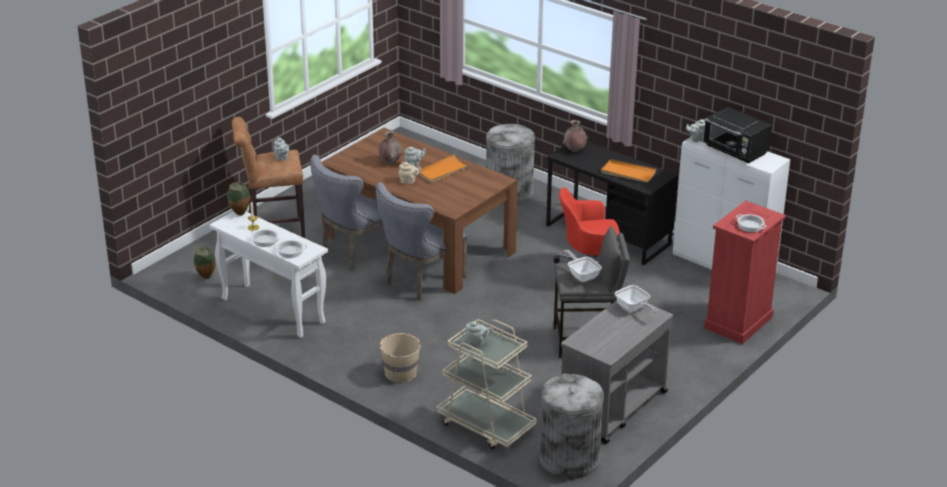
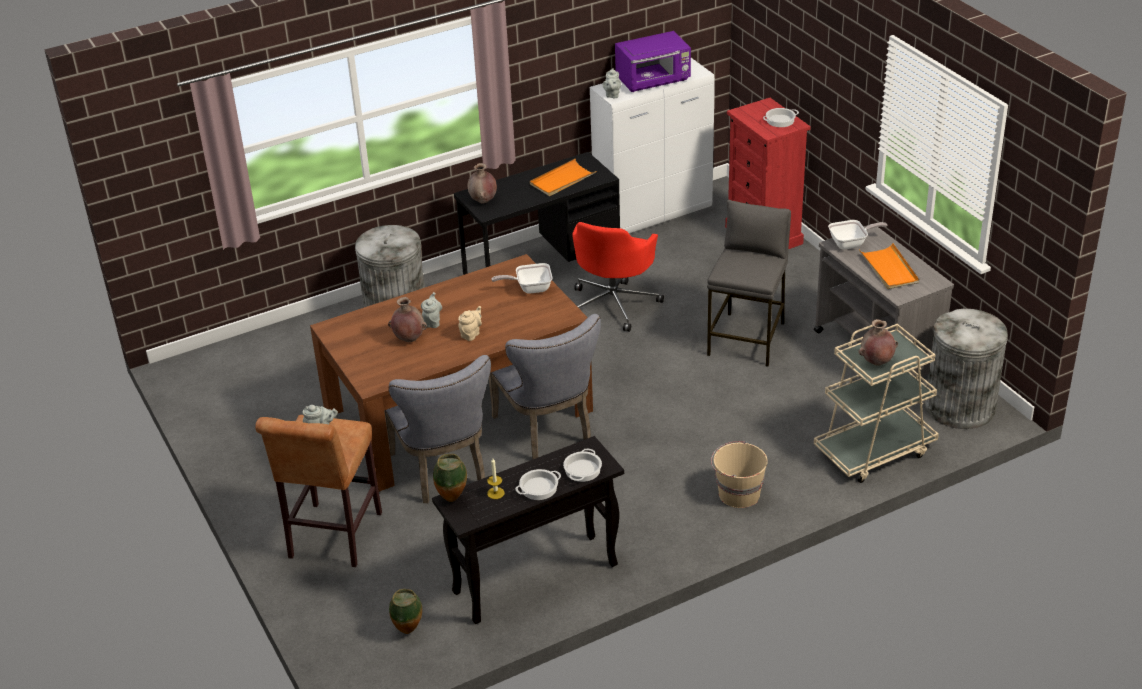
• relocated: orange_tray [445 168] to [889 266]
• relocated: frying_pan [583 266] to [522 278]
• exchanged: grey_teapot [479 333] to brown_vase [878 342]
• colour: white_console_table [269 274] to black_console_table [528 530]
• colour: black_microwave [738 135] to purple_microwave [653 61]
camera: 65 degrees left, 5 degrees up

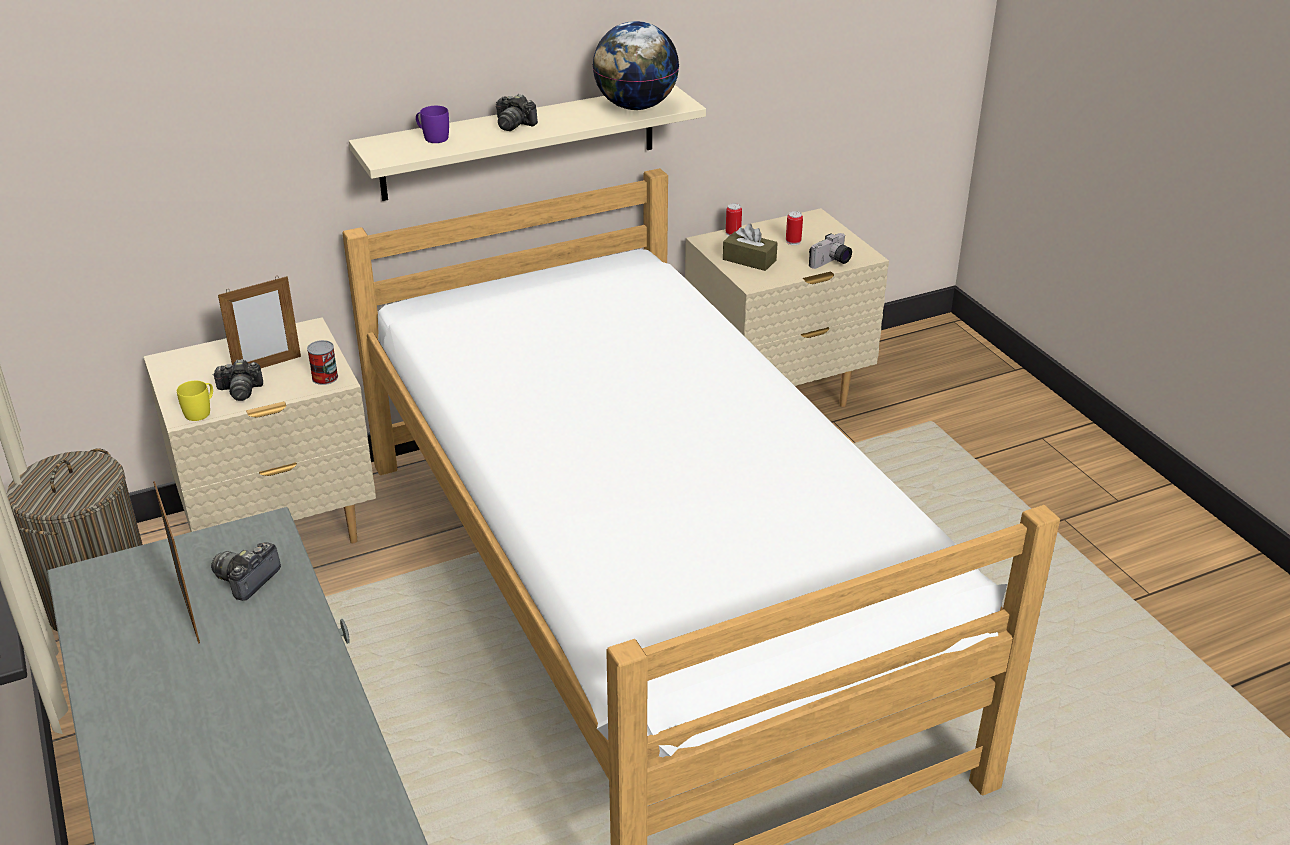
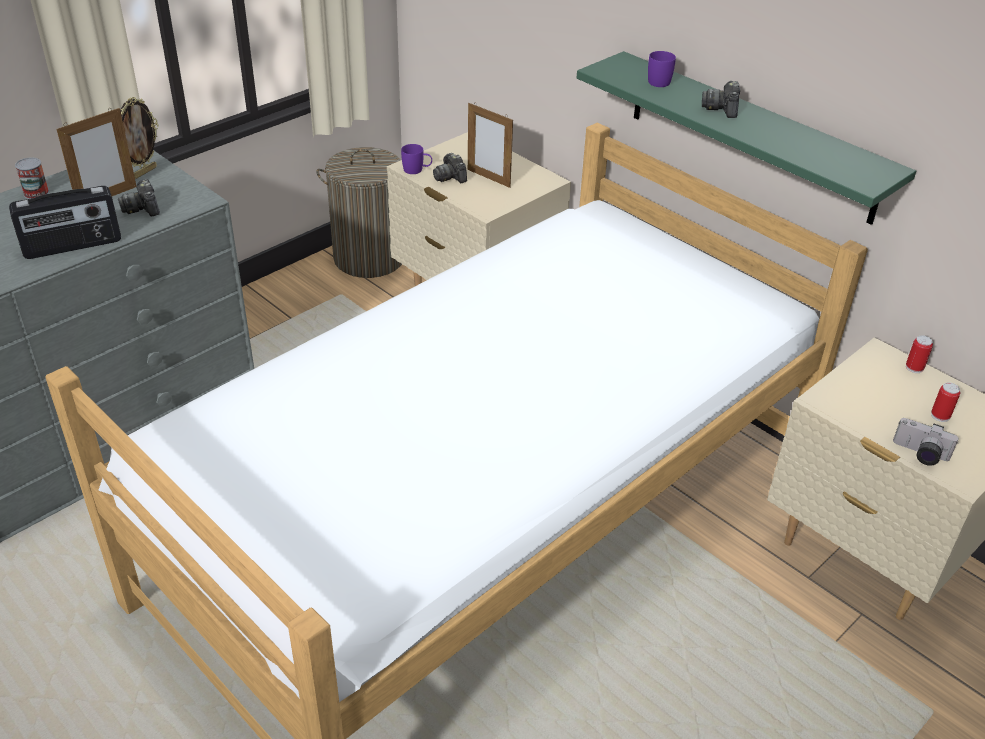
• missing: globe [635 65]
• missing: brown_tissue_box [750 247]
• appeared: radio [65 222]
• appeared: picture_frame [139 138]
• relocated: can [322 362] to [32 178]
• colour: yellow_mug [195 401] to purple_mug [416 159]
• colour: beige_shelf [527 143] to green_shelf [746 138]
• spun: photo_camera [246 571] = [139 198] 120 degrees counterclockwise
camera: 70 degrees right, 5 degrees up

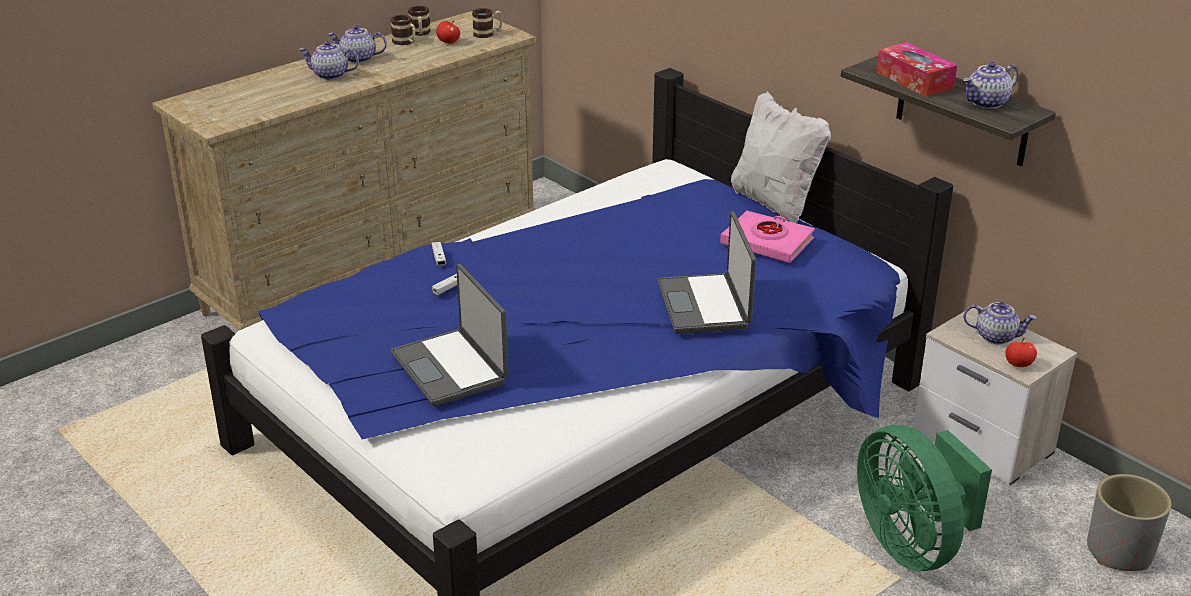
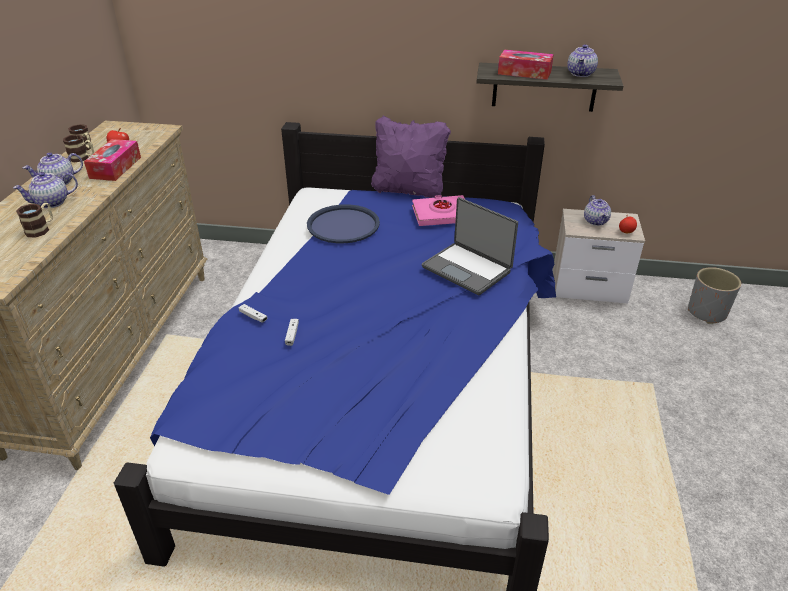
• missing: laptop [449 335]
• missing: green_fan [924 498]
• appeared: tissue_box [112 160]
• appeared: blue_tray [343 223]
• relocated: mug [487 23] to [34 220]
• colour: white_pillow [781 157] to purple_pillow [411 157]
• spun: teapot [999 323] = [597 210] 105 degrees clockwise
camera: 40 degrees left, 5 degrees up

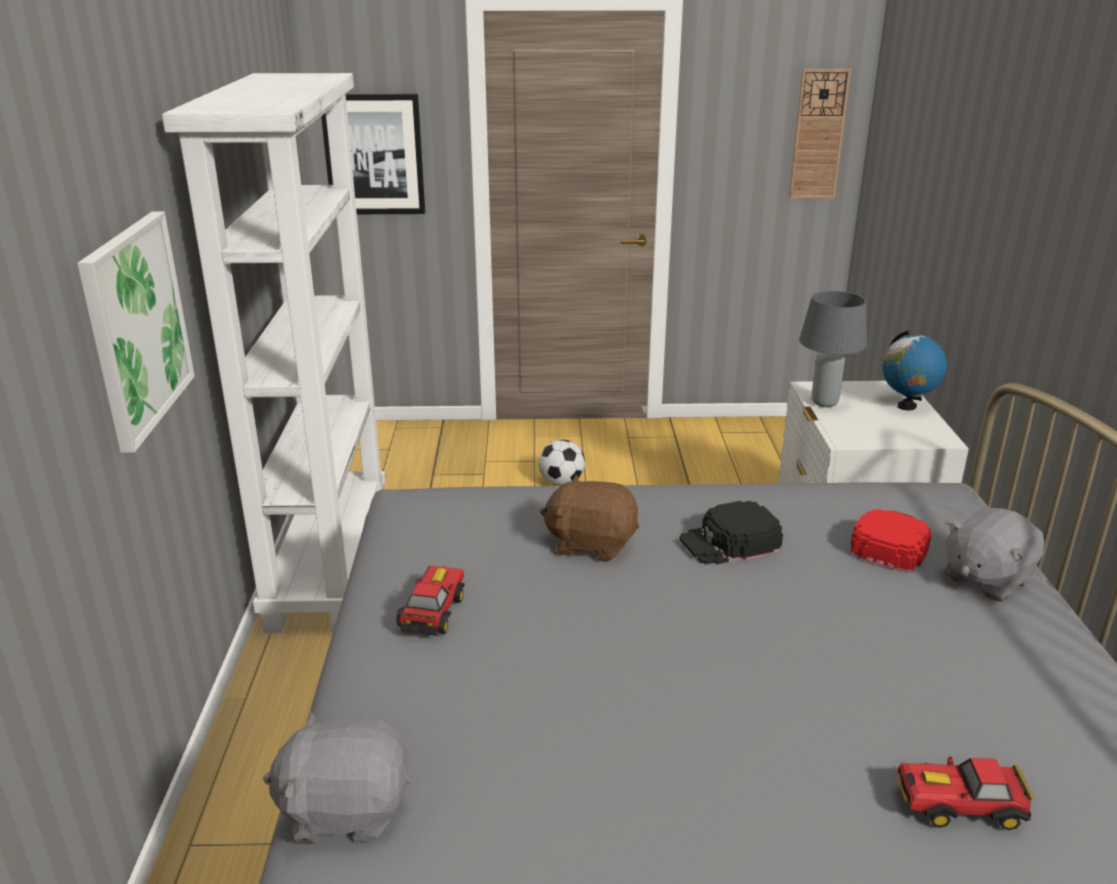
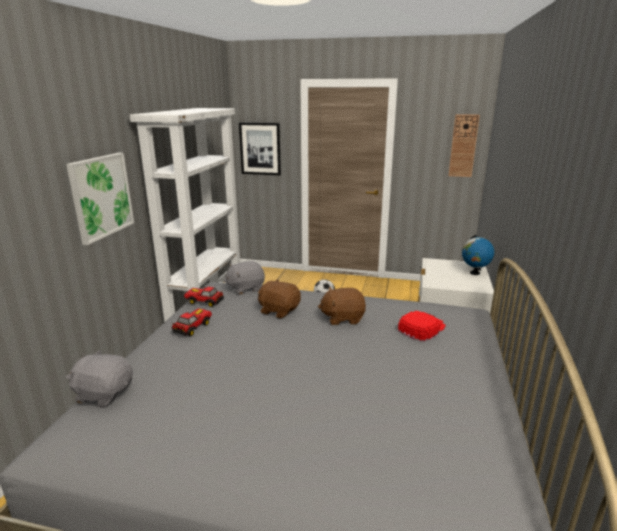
• missing: grey_table_lamp [833 348]
• relocated: toy_car [965 793] to [204 297]
• relocated: grey_plush_toy [994 555] to [244 277]
• exchanged: black_cap [731 533] to brown_plush_toy [342 306]
camera: 15 degrees right, 5 degrees down

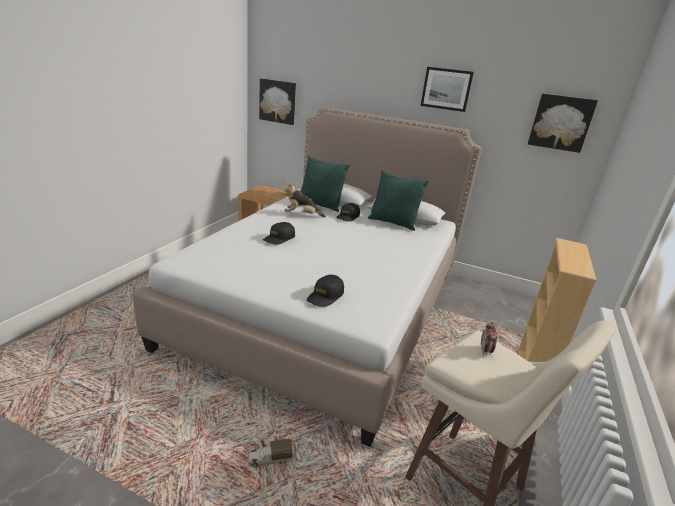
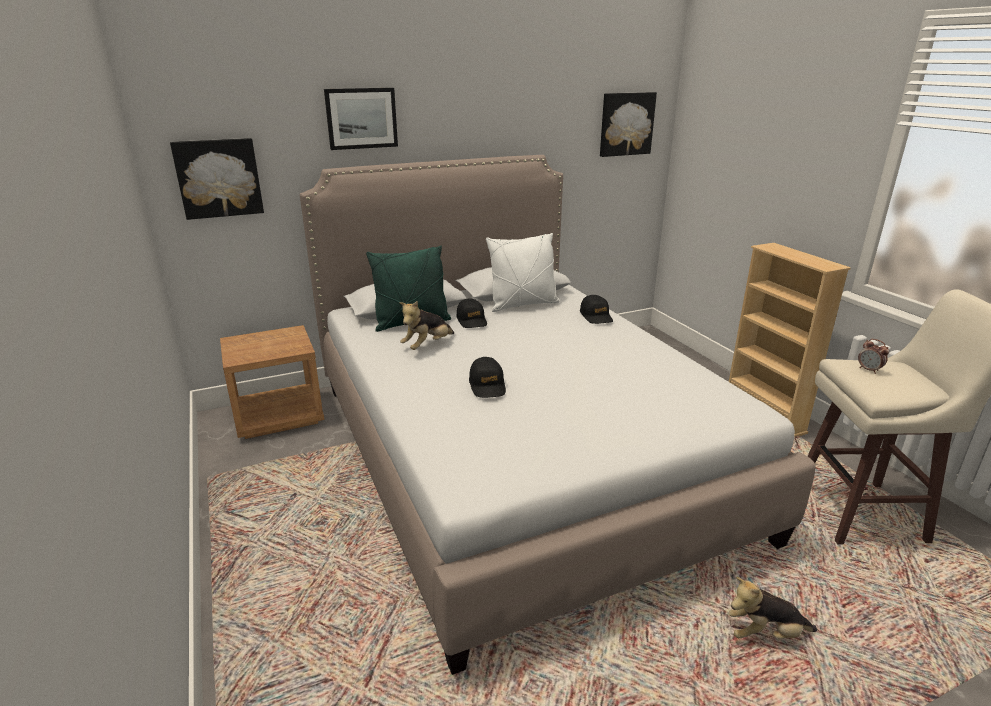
• relocated: black_cap [325 291] to [596 309]
• relocated: picture [447 89] to [361 119]
• exchanged: toy_truck [269 453] to plush_toy [772 608]
• colour: green_pillow [398 200] to white_pillow [523 272]
camera: 45 degrees left, 0 degrees up

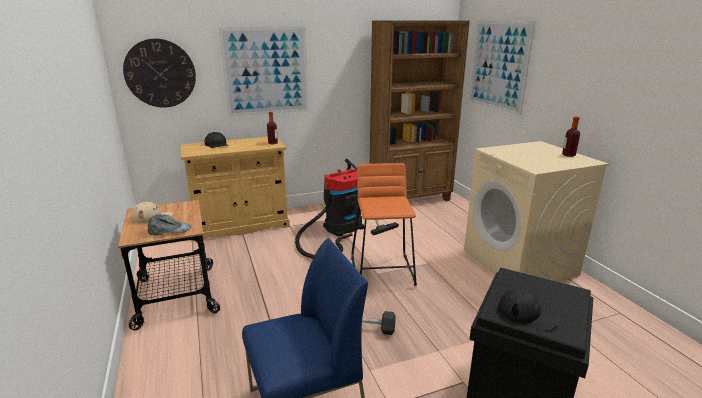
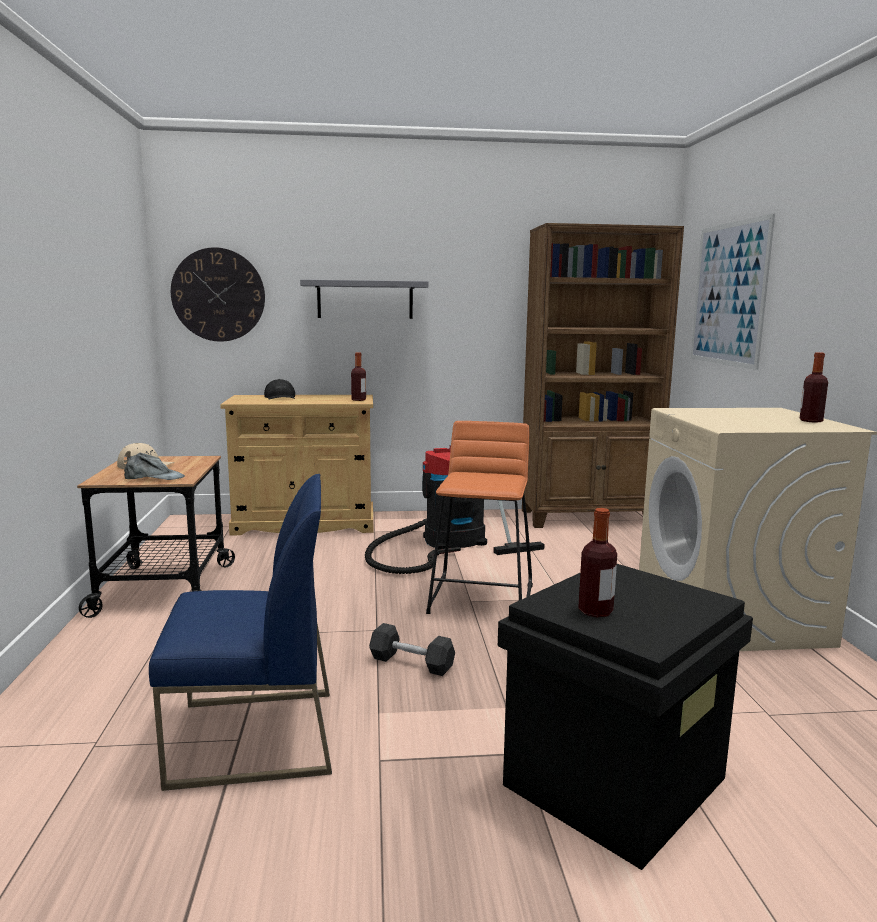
• exchanged: picture [264 72] to grey_shelf [364 299]
• exchanged: black_cap [528 309] to bottle [597 563]
camera: 15 degrees right, 10 degrees down

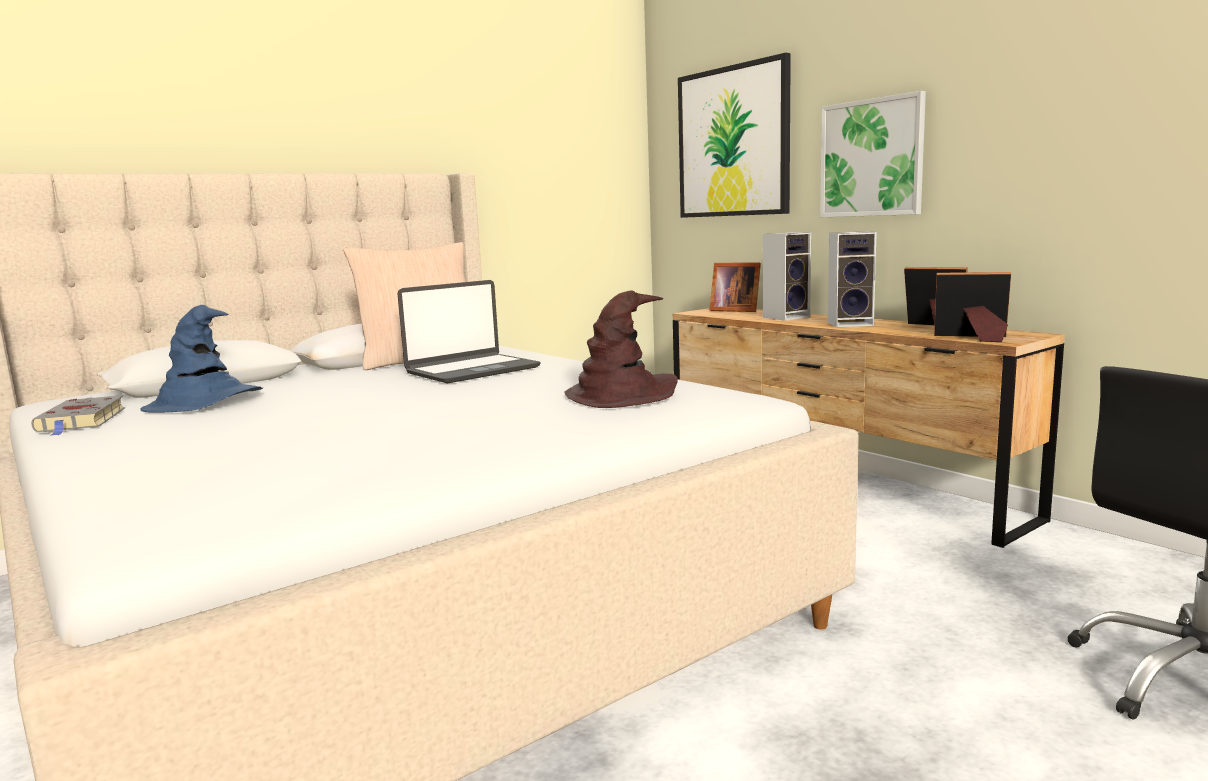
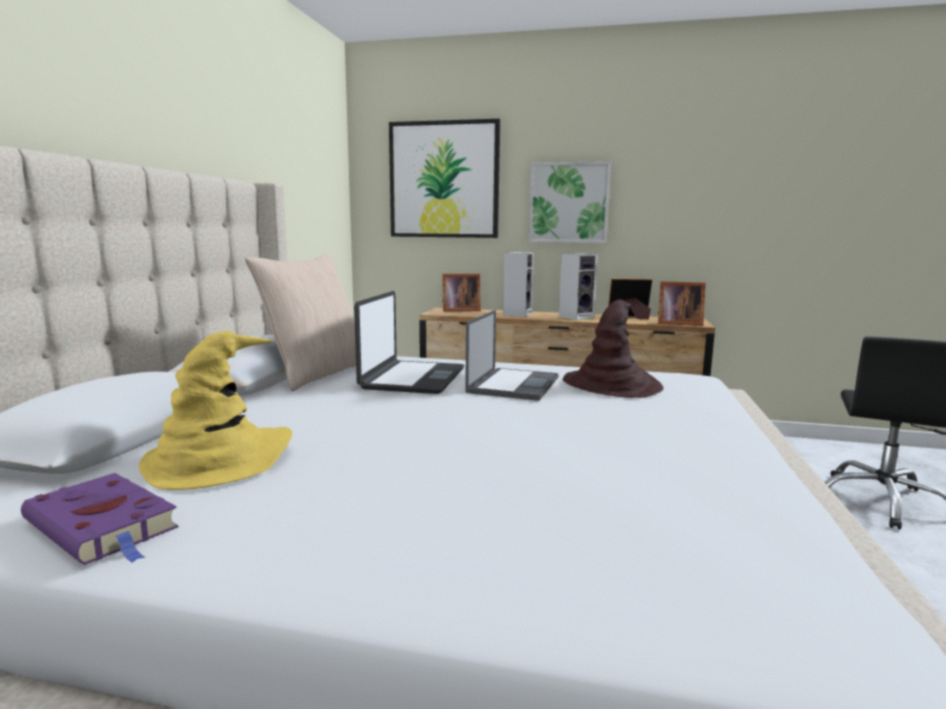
• appeared: laptop [512 355]
• colour: grey_book [78 415] to purple_book [100 519]
• colour: blue_hat [201 359] to yellow_hat [215 410]
• spun: picture_frame [972 307] = [682 303] 150 degrees counterclockwise
camera: 40 degrees left, 0 degrees up

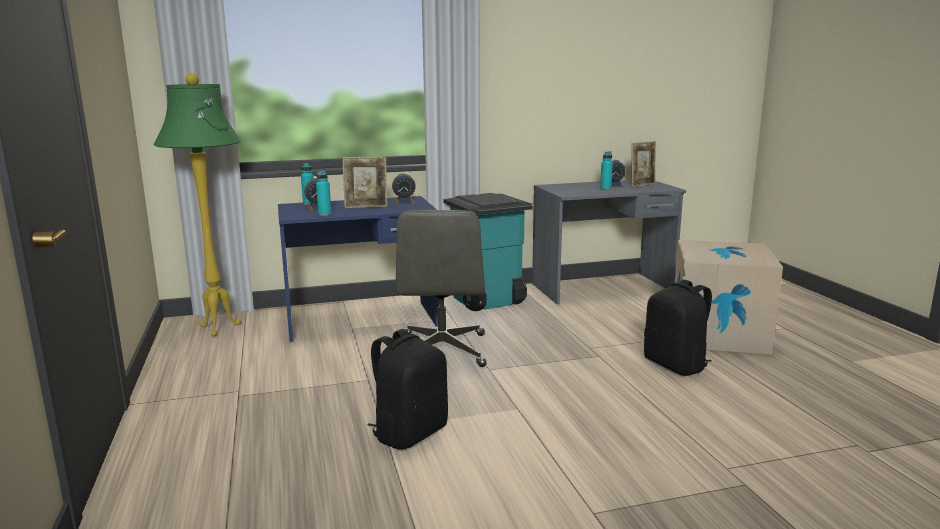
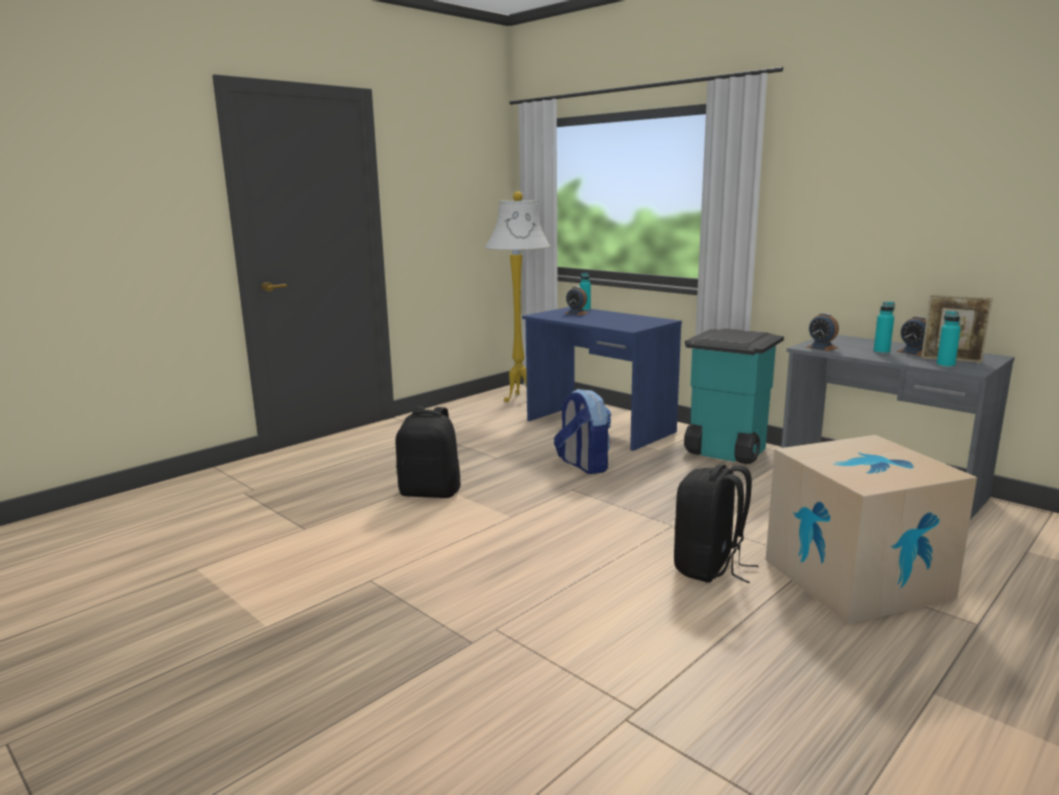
• missing: picture_frame [365 182]
• relocated: turquoise_bottle [323 193] to [948 339]
• relocated: alarm_clock [404 188] to [822 332]
• exchanged: grey_office_chair [441 288] to backpack [582 431]
• colour: green_floor_lamp [197 205] to white_floor_lamp [517 296]
camera: 60 degrees right, 0 degrees up

